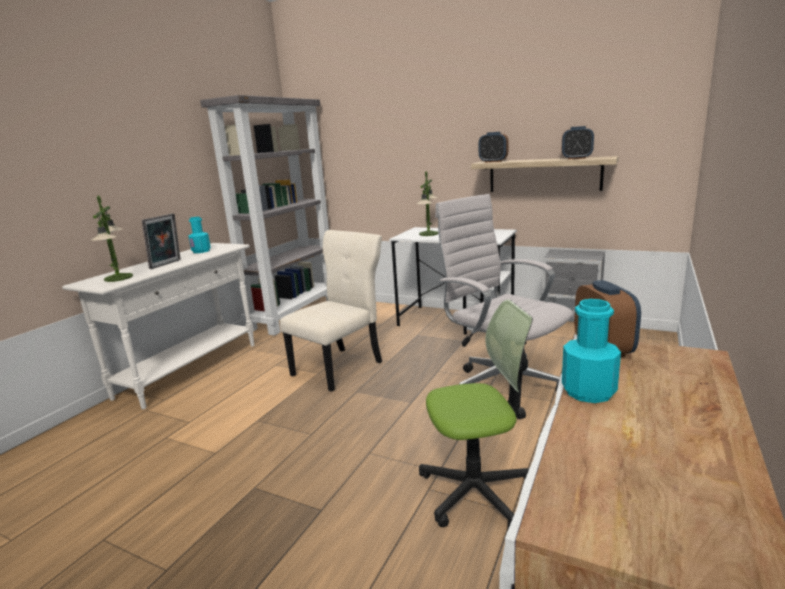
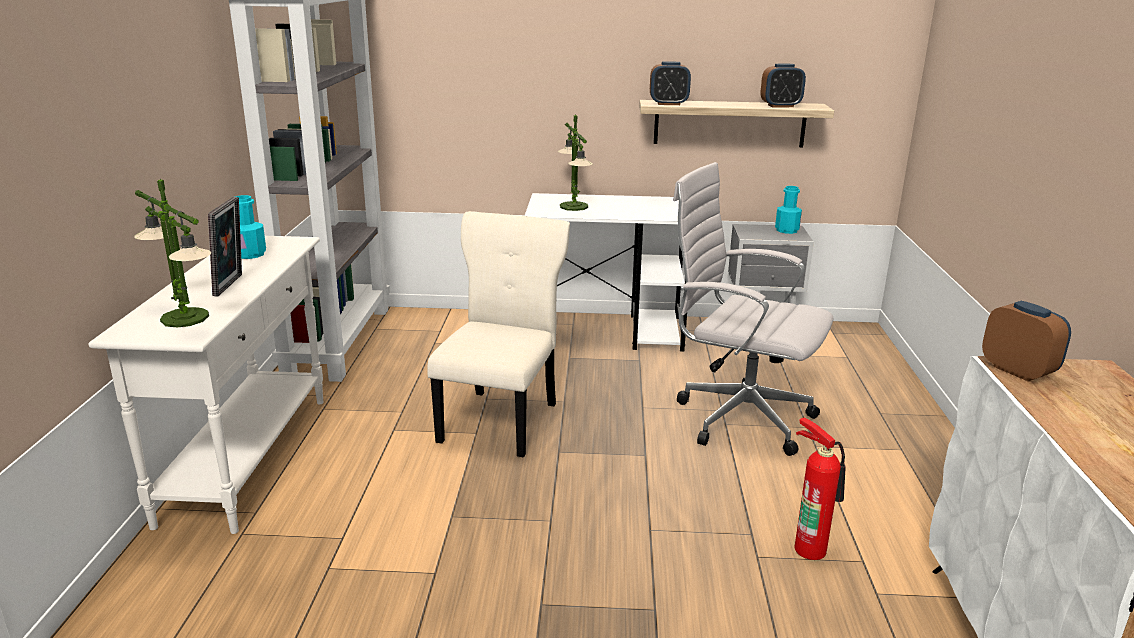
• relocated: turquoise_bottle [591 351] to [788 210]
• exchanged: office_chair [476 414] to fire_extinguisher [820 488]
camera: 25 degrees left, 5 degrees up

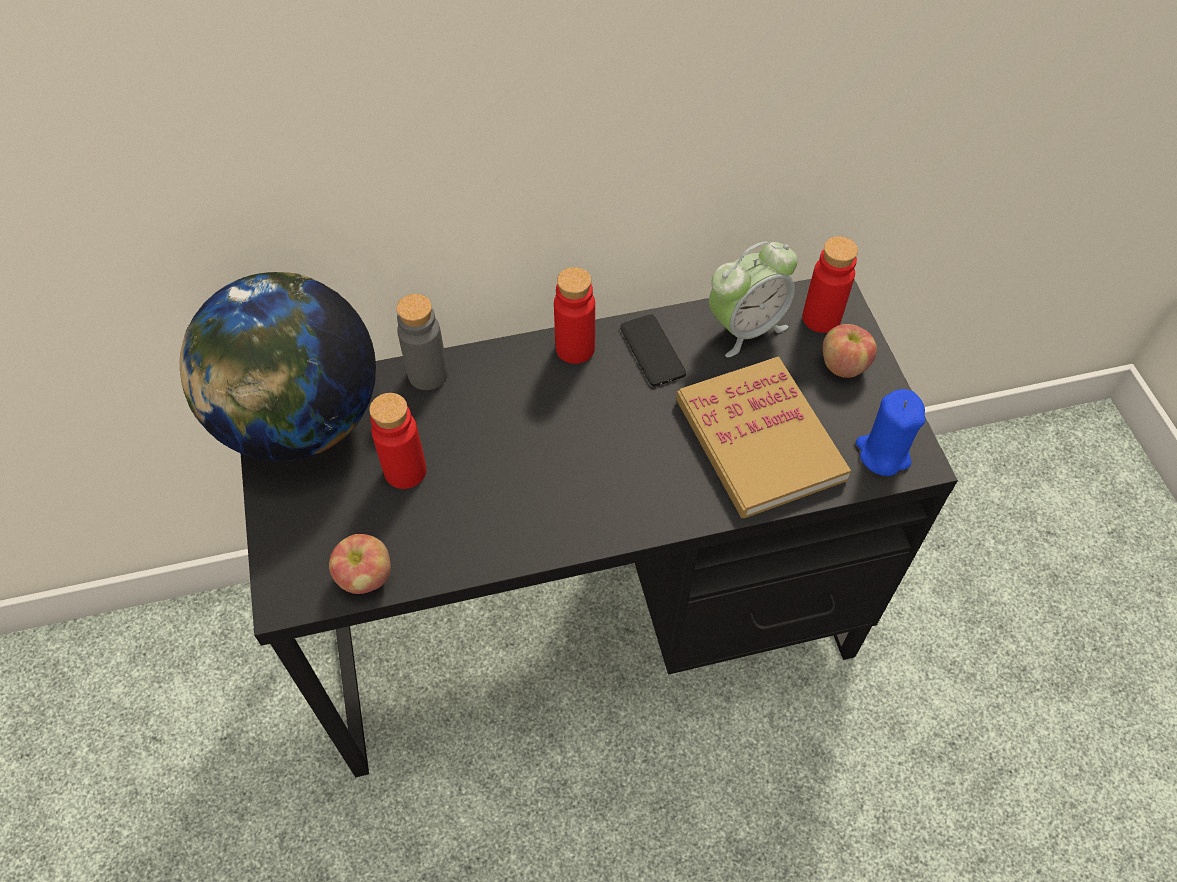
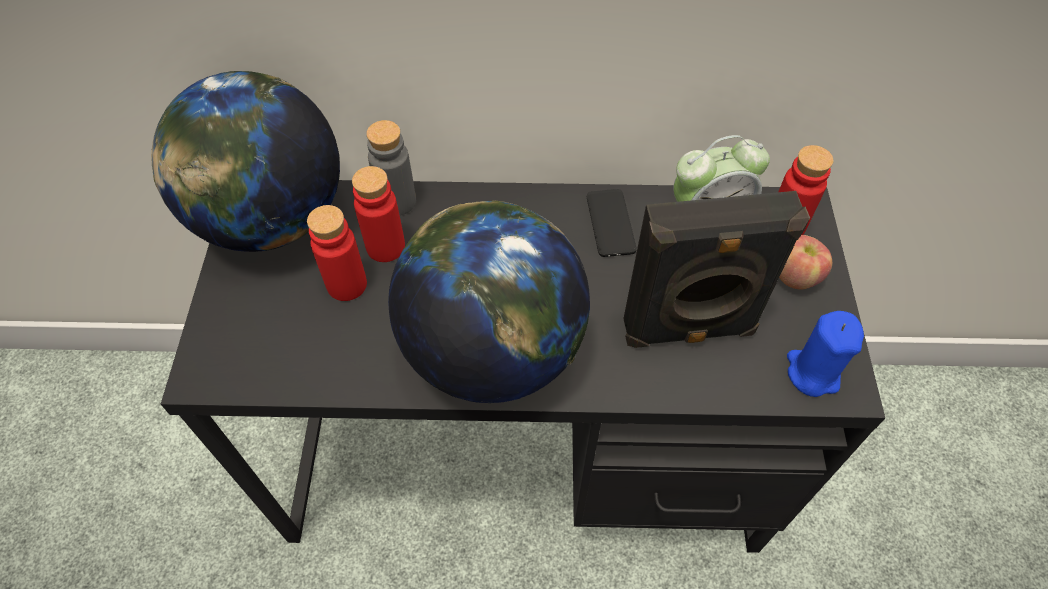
• missing: apple [360 564]
• appeared: globe [489 302]
• relocated: red_bottle [574 315] to [378 214]
• exchanged: book [763 437] to black_speaker [716 269]
camera: 15 degrees right, 0 degrees up

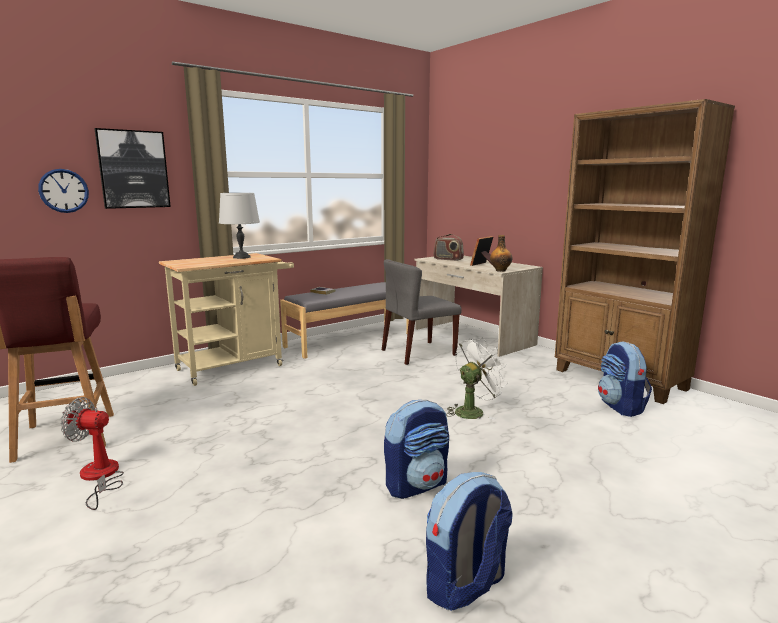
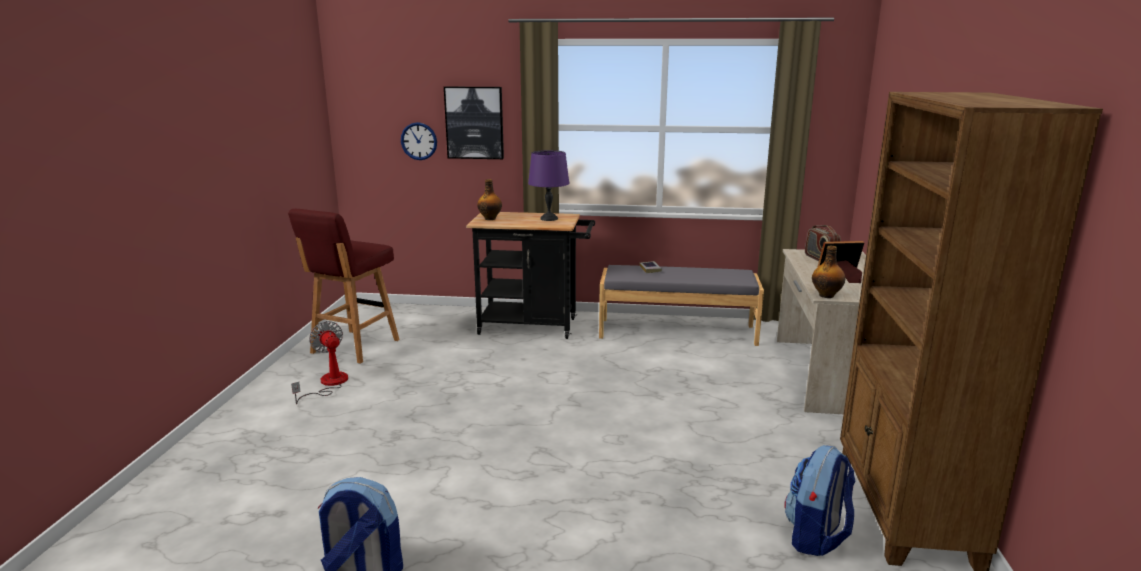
• missing: grey_chair [422 312]
• missing: backpack [416 449]
• missing: white_fan [477 379]
• appeared: bottle [489 199]
• colour: beige_cart [226 319] to black_cart [530 275]
• colour: grey_table_lamp [239 226] to purple_table_lamp [548 185]
camera: 45 degrees right, 5 degrees up

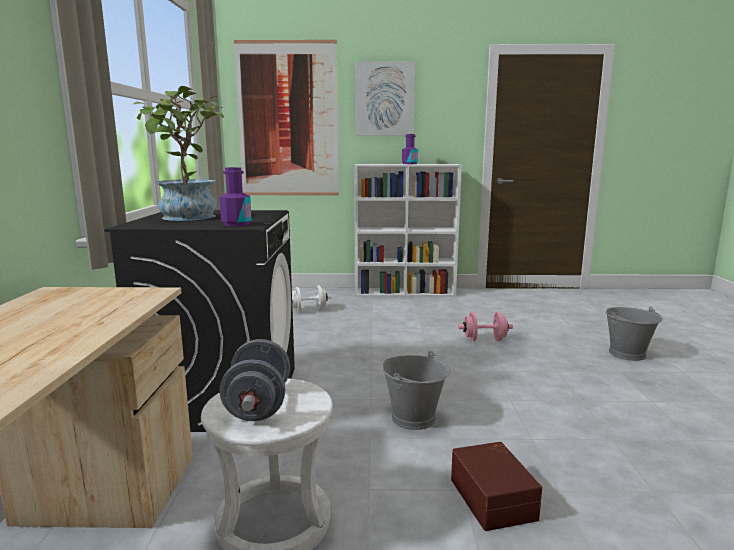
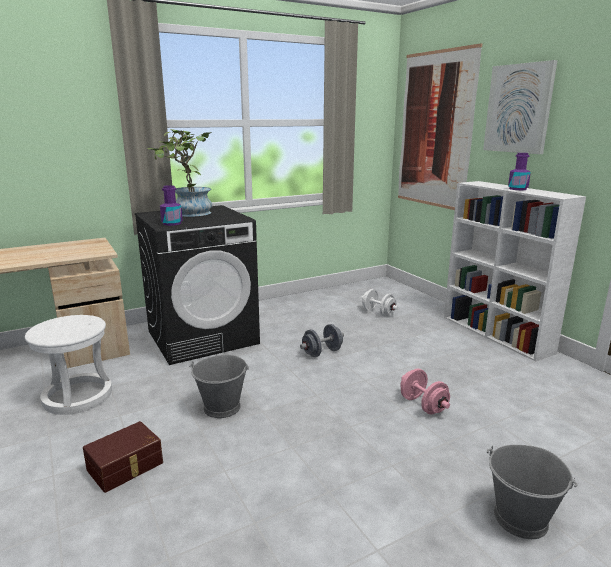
• relocated: grey_dumbbell [254 380] to [322 340]
camera: 60 degrees right, 5 degrees up

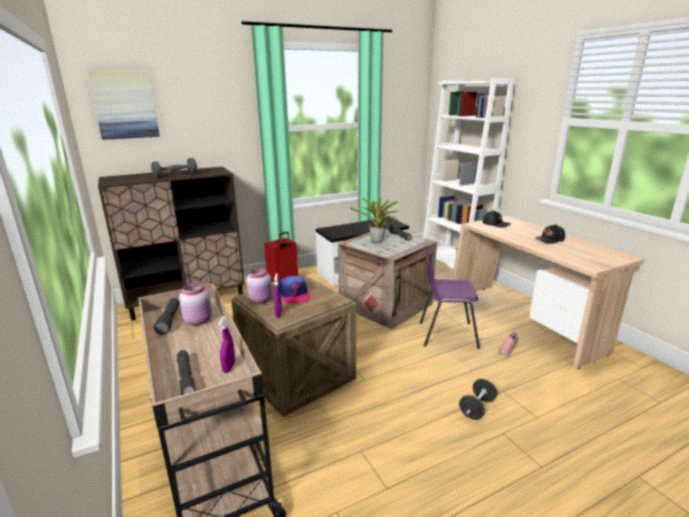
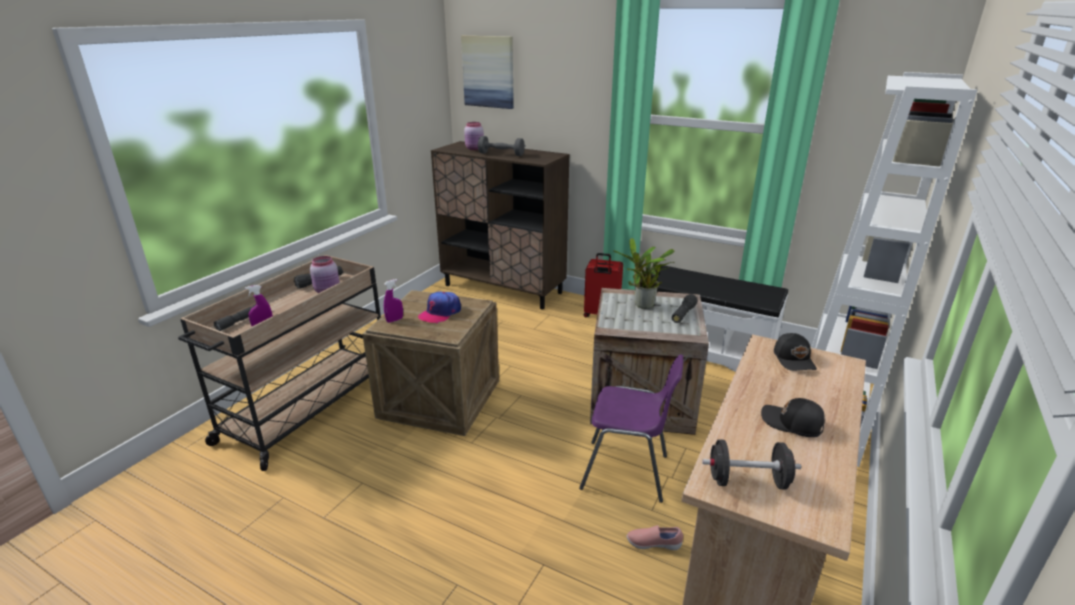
• relocated: pink_jar [259 286] to [474 136]
• relocated: black_dumbbell [478 399] to [751 464]
• spun: purple_chair [450 299] = [631 428] 135 degrees clockwise
camera: 55 degrees right, 5 degrees up

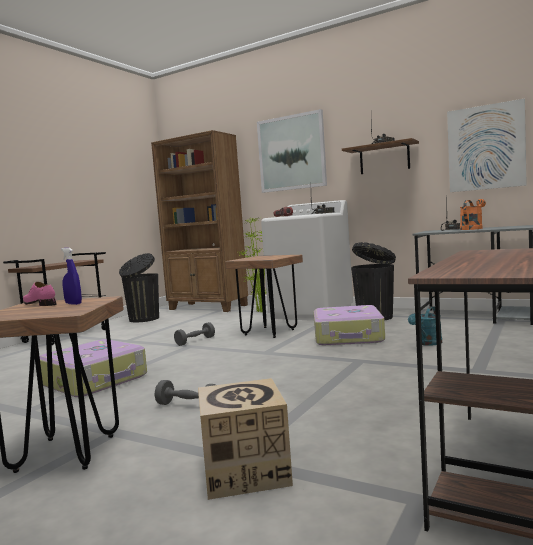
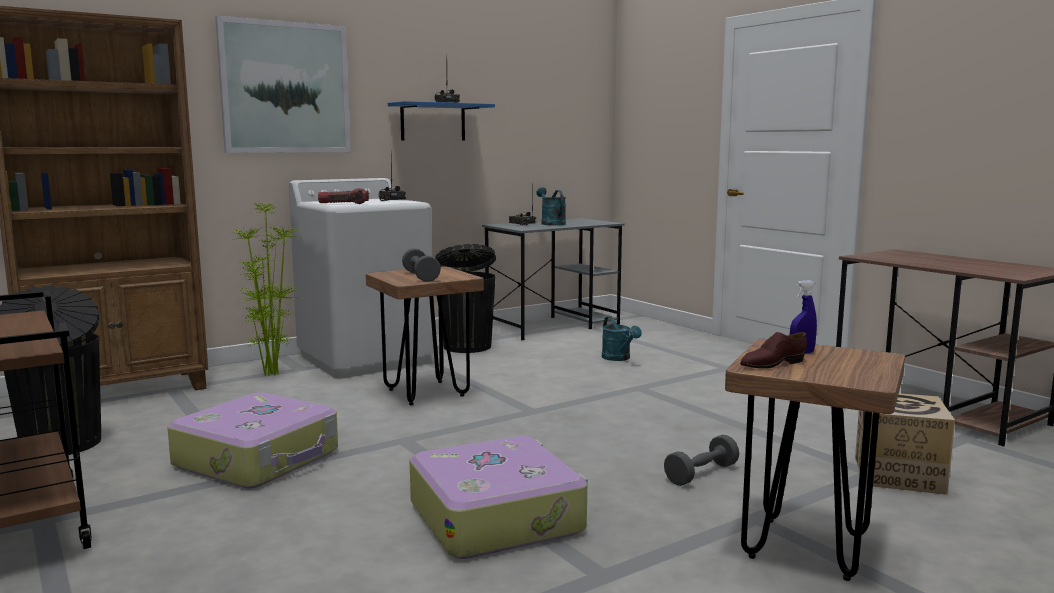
• missing: picture [487 145]
• relocated: grey_dumbbell [194 334] to [421 265]
• relocated: suitcase [349 325] to [252 440]
• colour: pink_shoe [40 294] to brown_shoe [773 350]
• colour: brown_shelf [380 156] to blue_shelf [441 121]
• colour: orange_watering_can [473 214] to turquoise_watering_can [551 206]
camera: 65 degrees left, 5 degrees up

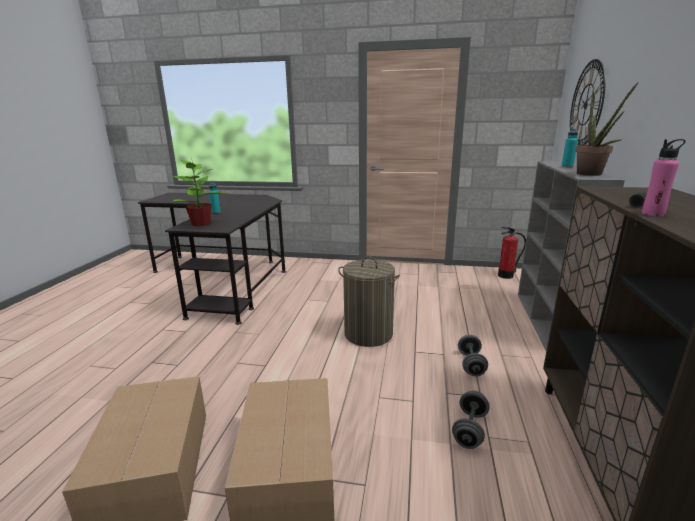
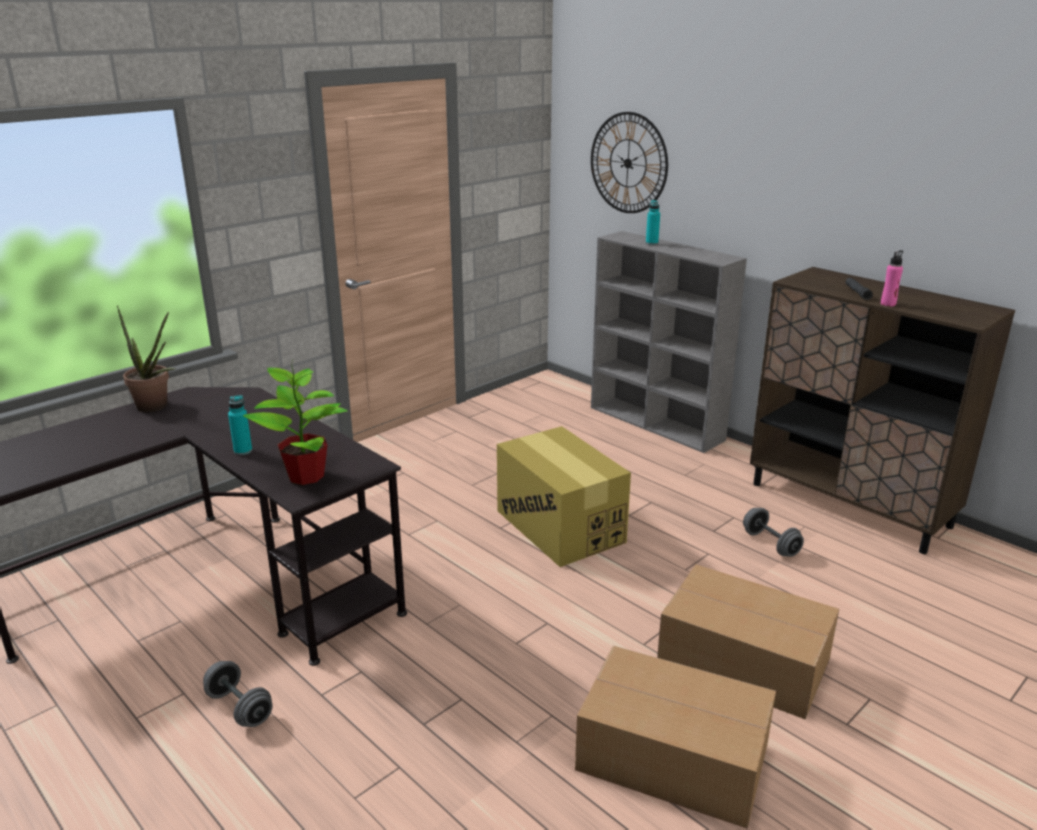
• missing: fire_extinguisher [512 253]
• relocated: grey_dumbbell [473 356] to [238 694]
• relocated: potted_plant [607 129] to [146 358]
• exchanged: laundry_basket [369 302] to cardboard_box [564 496]
camera: 55 degrees left, 5 degrees up

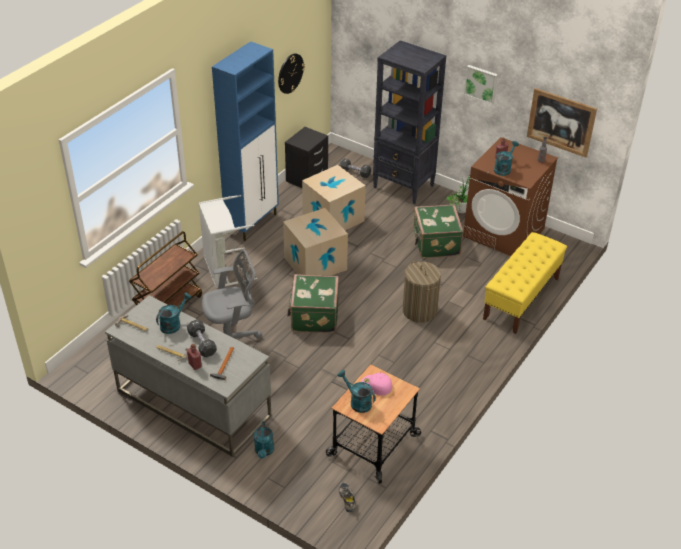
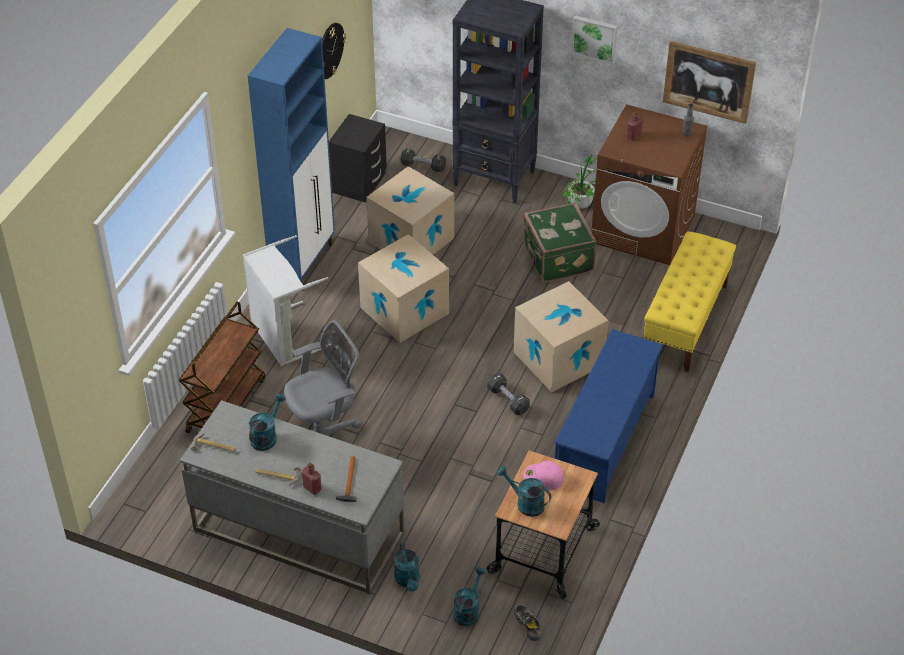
• missing: green_suitcase [313 303]
• appeared: blue_shoe_rack [608 416]
• relocated: black_dumbbell [202 339] to [508 394]
• relocated: turquoise_watering_can [506 158] to [469 596]
• exchanged: laundry_basket [422 292] to cardboard_box [561 336]
camera: 10 degrees left, 5 degrees up

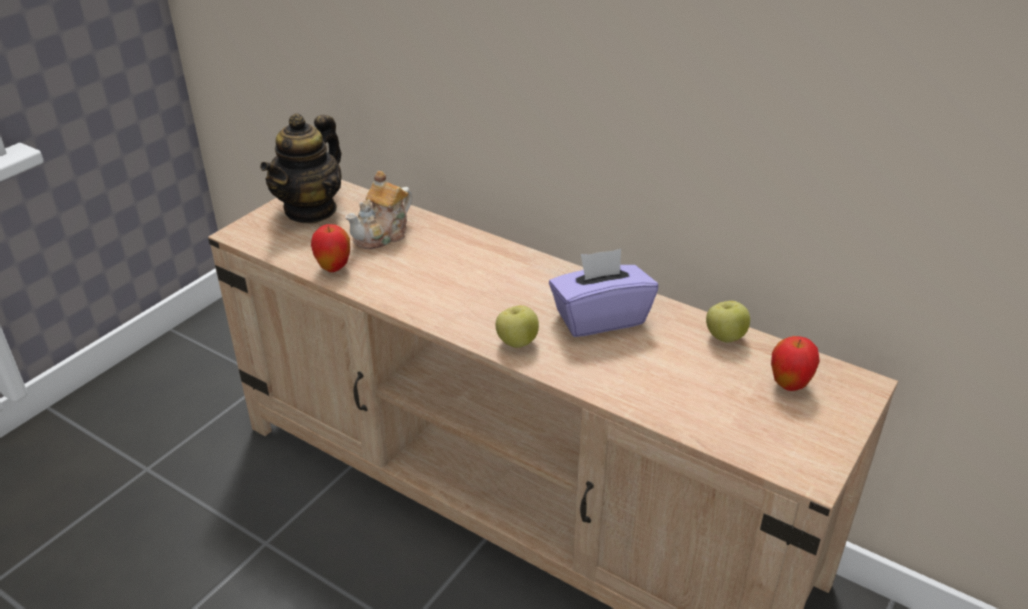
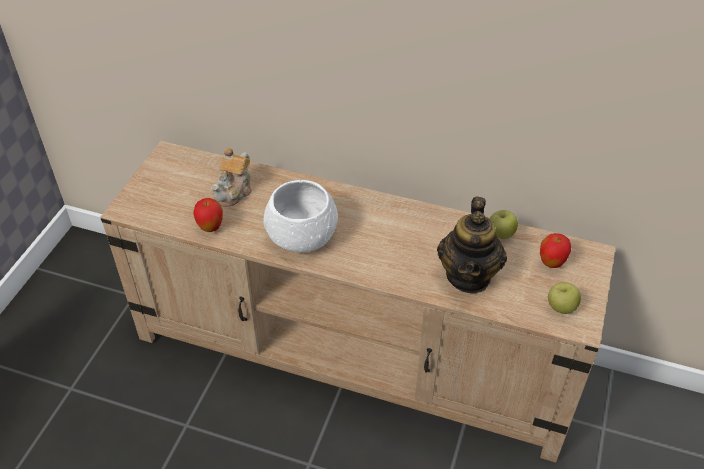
• missing: purple_tissue_box [603 293]
• appeared: white_bowl [301 216]
• relocated: teapot [300 168] to [472 245]
• relocated: apple [517 326] to [564 298]
camera: 15 degrees left, 10 degrees up

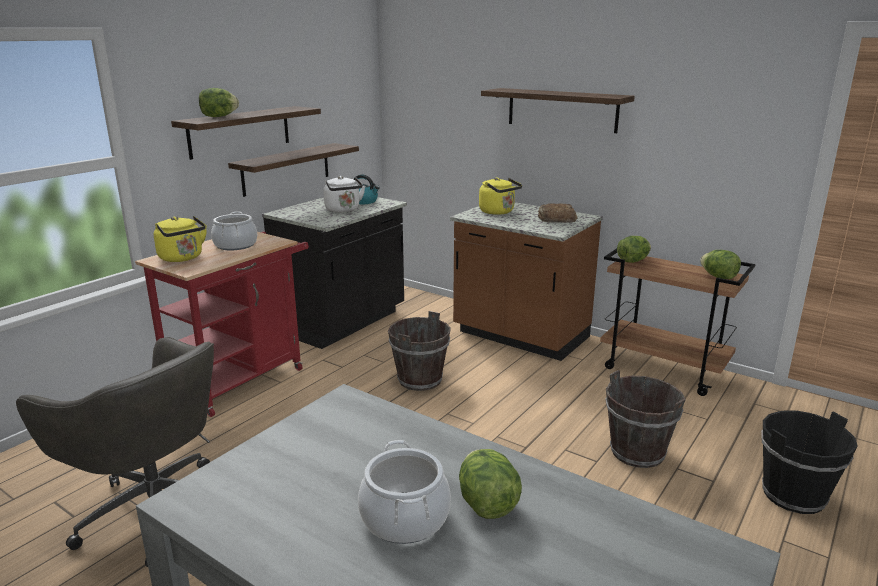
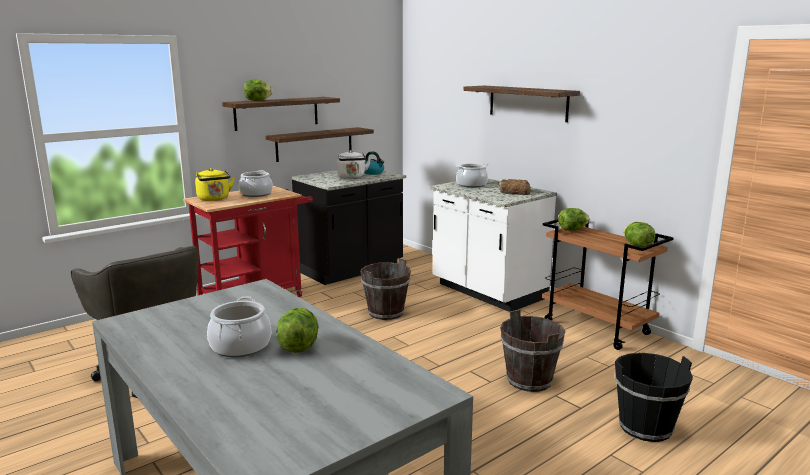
• exchanged: yellow_kettle [500 196] to cooking_pot [472 175]
• colour: brown_counter [526 281] to white_counter [493 245]
camera: 15 degrees right, 5 degrees down

